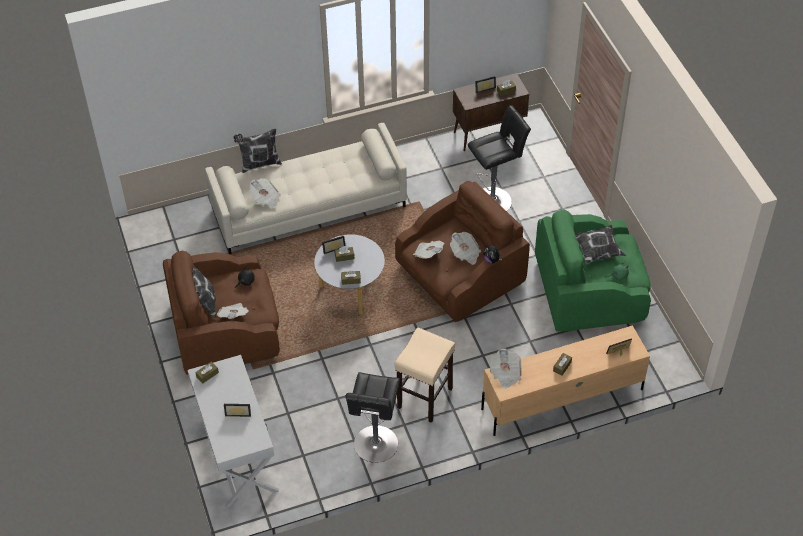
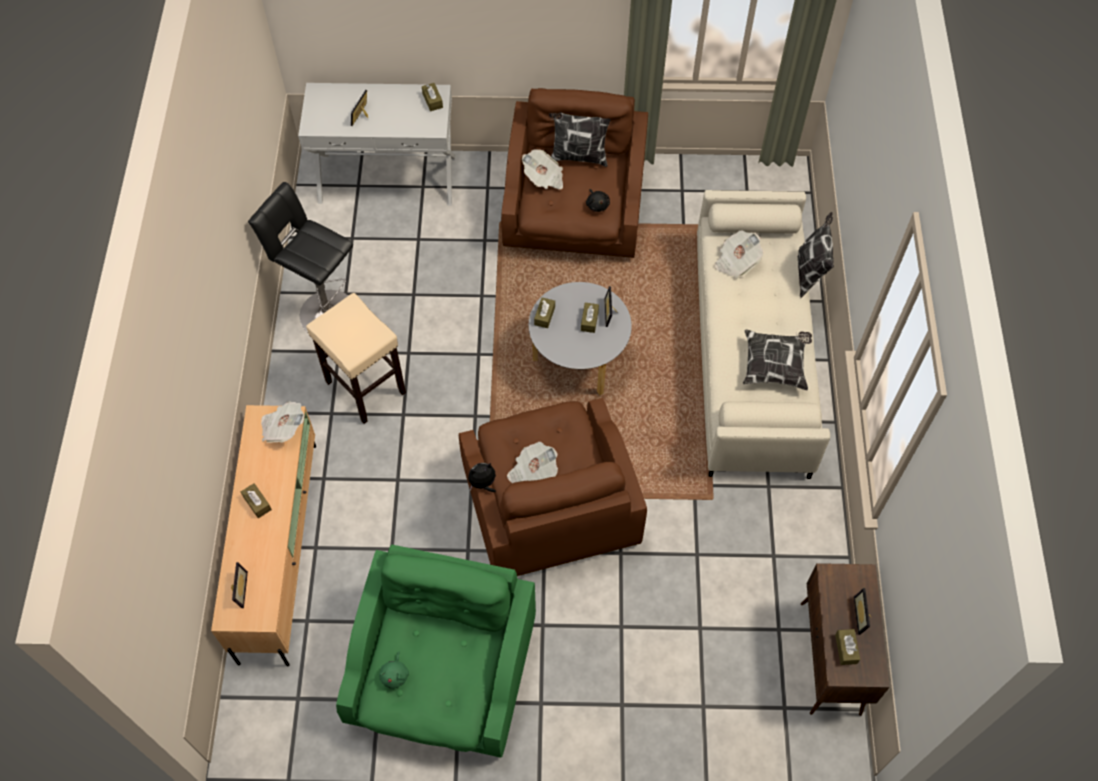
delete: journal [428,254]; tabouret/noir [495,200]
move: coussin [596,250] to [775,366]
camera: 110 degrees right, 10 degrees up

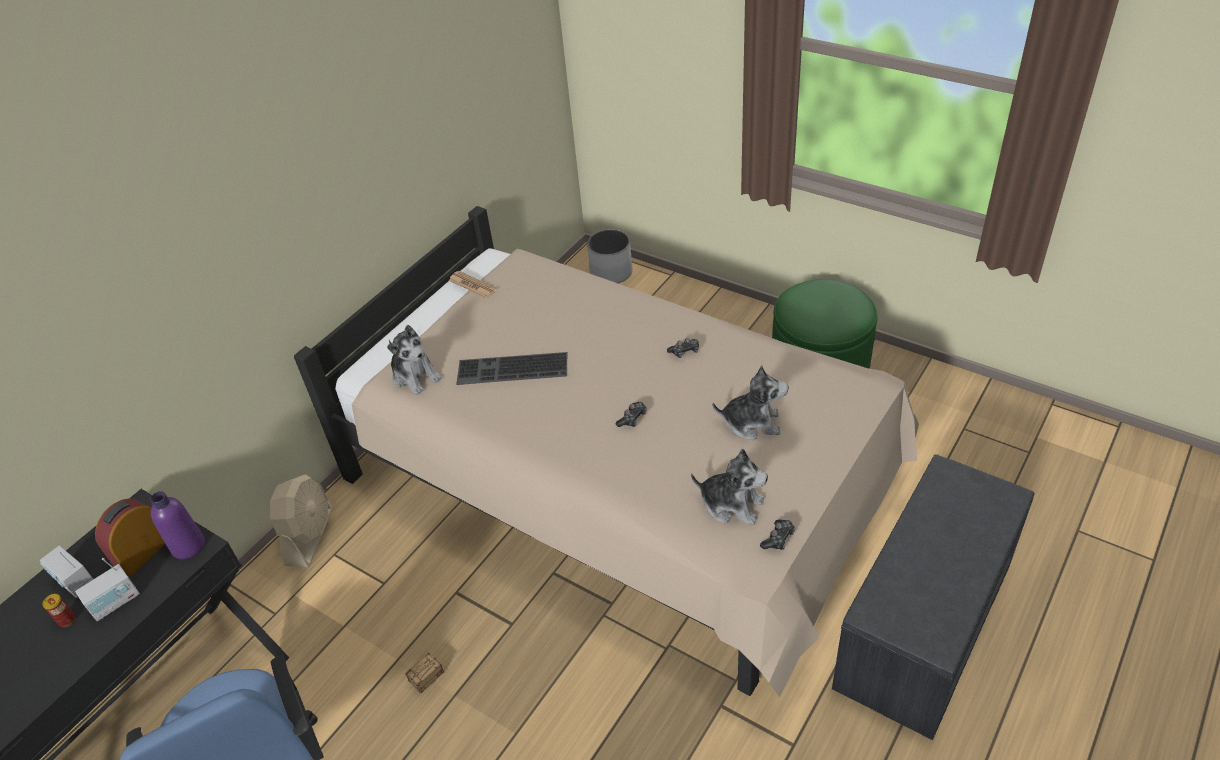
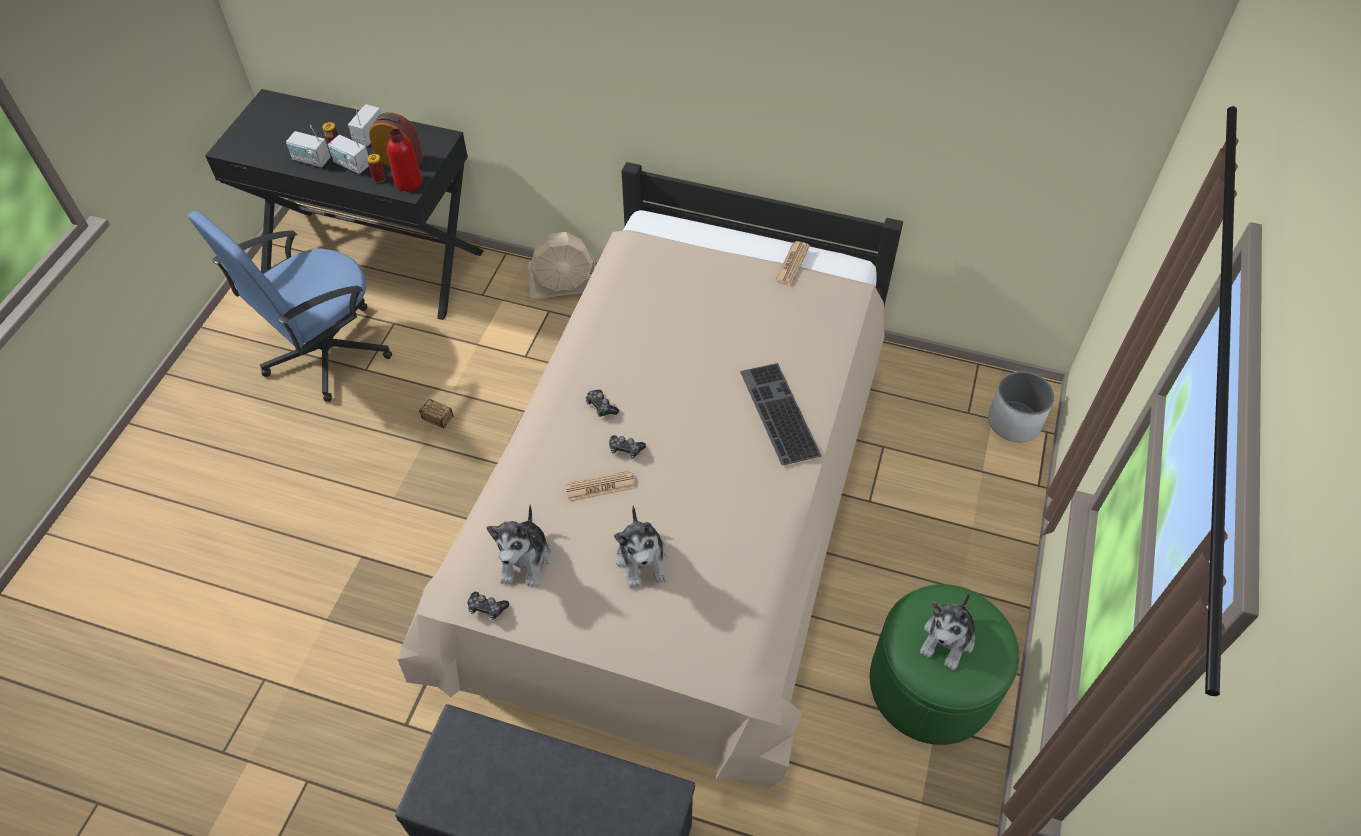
insert: radio [311,160]; boîte métallique [379,178]; journal [600,486]
move: manette [684,351] to [601,406]; clavier [511,370] to [776,412]; peluche [415,376] to [947,639]
recolor: bouteille/violet [188,546] to bouteille/rouge [408,182]
camera: 70 degrees right, 10 degrees up

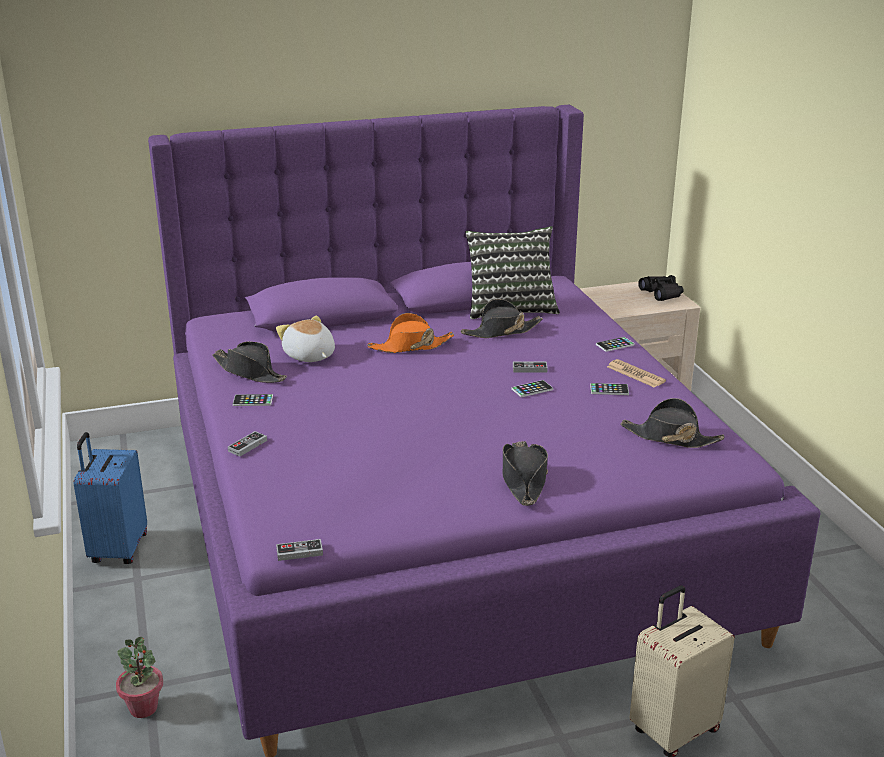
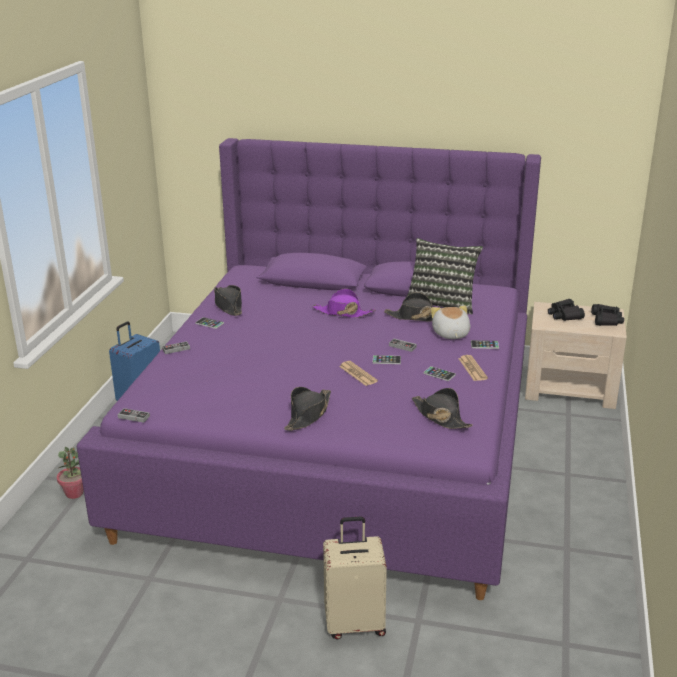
insert: journal [358,374]; jumelles/noir [564,315]
move: peluche [309,356] to [450,334]
recolor: chapeau/orange [410,346] to chapeau/violet [343,313]
camera: 30 degrees right, 0 degrees up

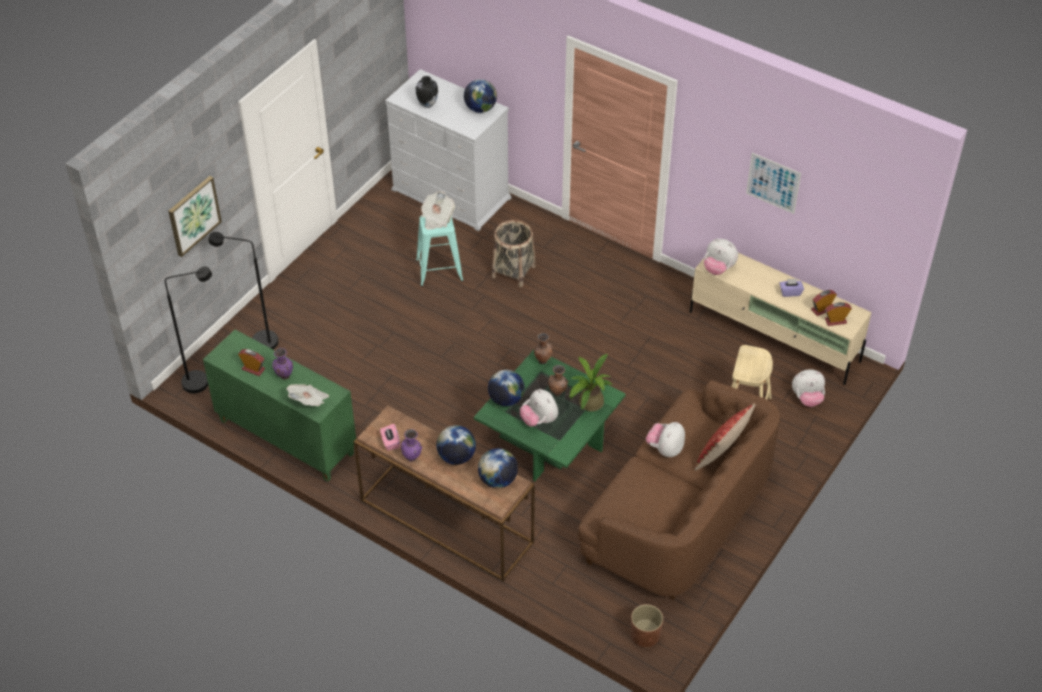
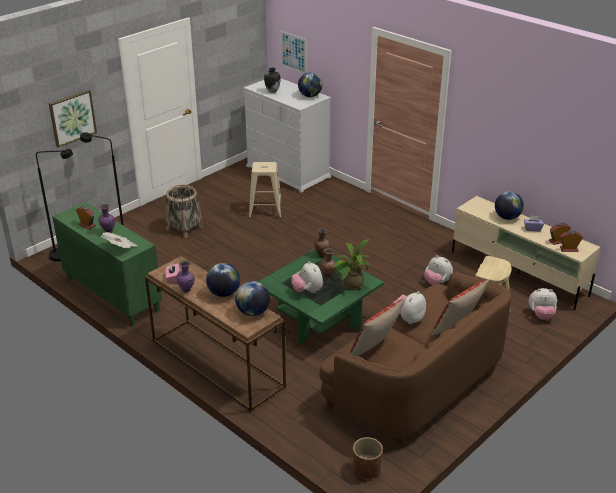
delete: journal [437,218]
insert: coussin [374,350]
move: panier [514,271] to [184,228]; tableau [773,183] to [293,52]; peluche [718,268] to [437,282]; globe [506,399] to [507,217]
recolor: tabouret/turquoise [439,270] to tabouret/beige [265,210]
camera: 10 degrees right, 15 degrees down

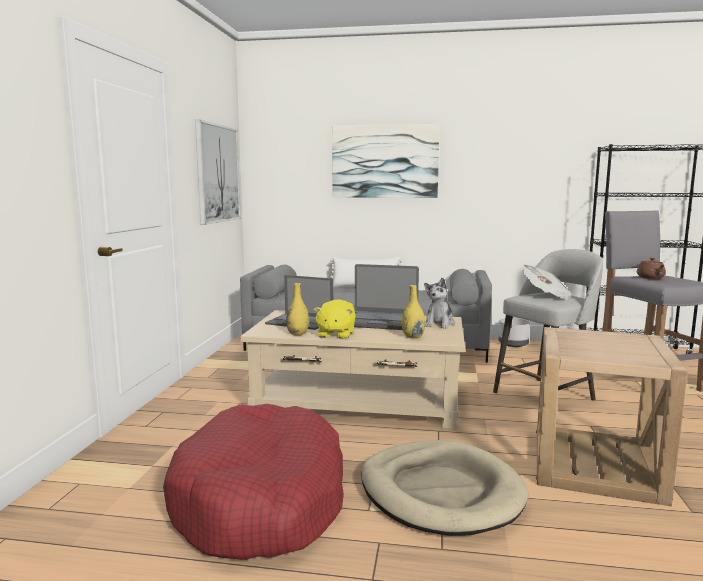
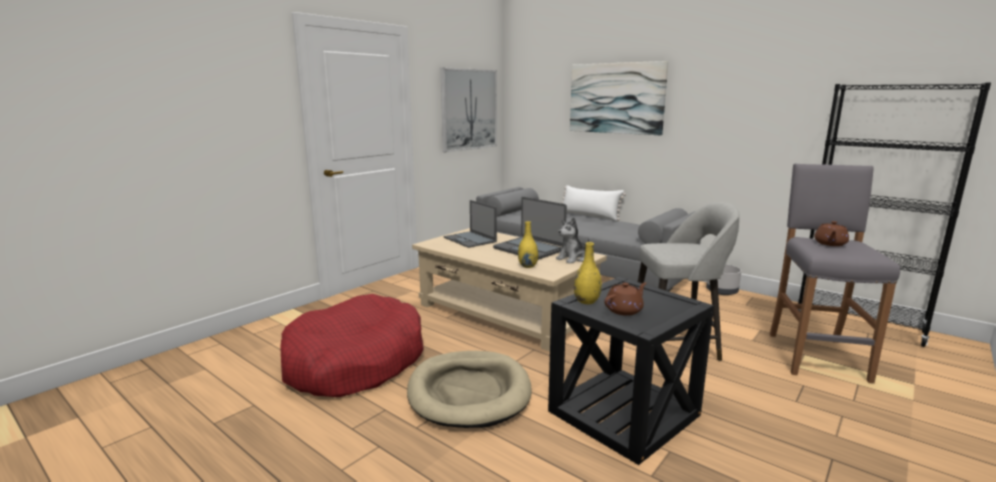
delete: peluche/jaune [335,334]; journal [546,295]
insert: théière/marron [624,310]
move: vase/jaune [297,334] to [586,301]
recolor: table d'appoint/beige [595,465] to table d'appoint/noir [623,413]
camera: 30 degrees right, 5 degrees up

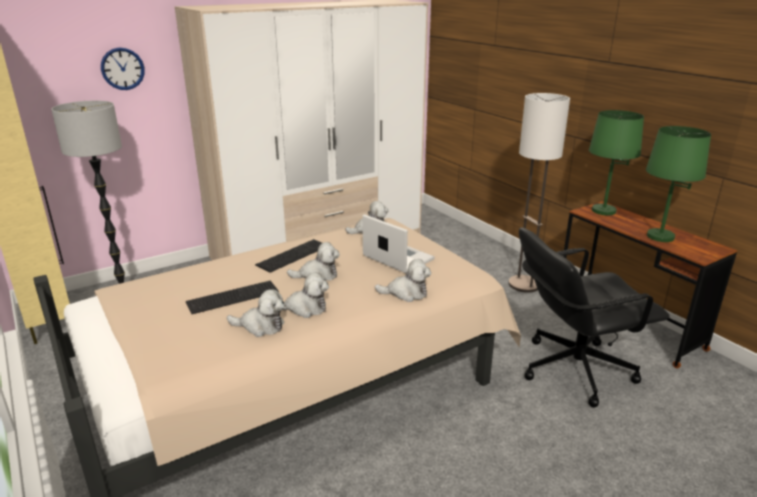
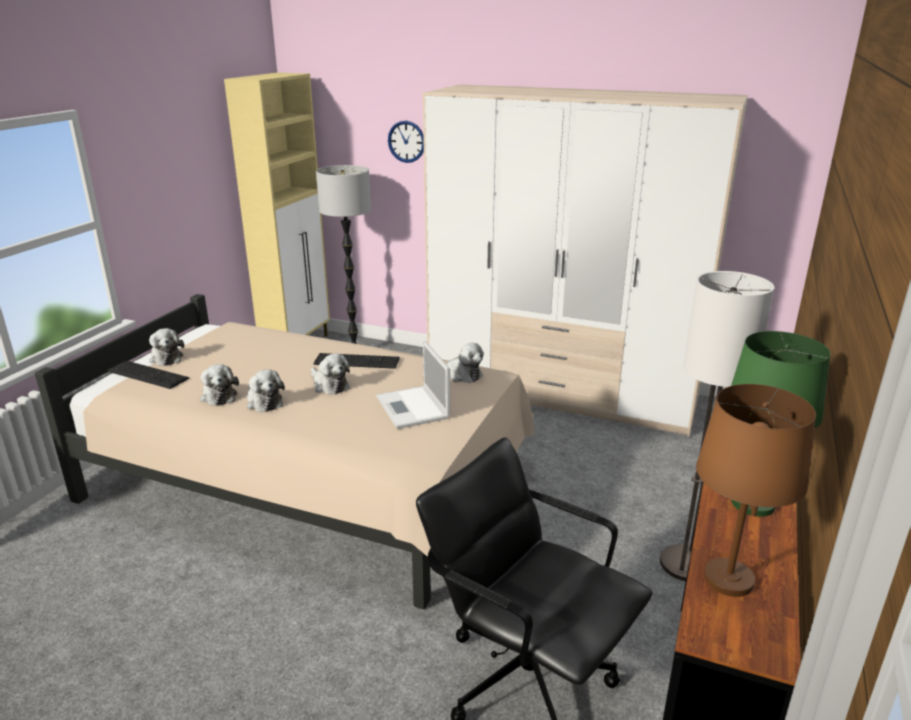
move: clavier [231,296] to [148,374]; peluche [406,293] to [166,358]
recolor: lampe de table/vert [660,237] to lampe de table/marron [727,579]
rotate: ordinateur portable [397,257] = [413,408] 150 degrees clockwise
camera: 55 degrees right, 0 degrees up

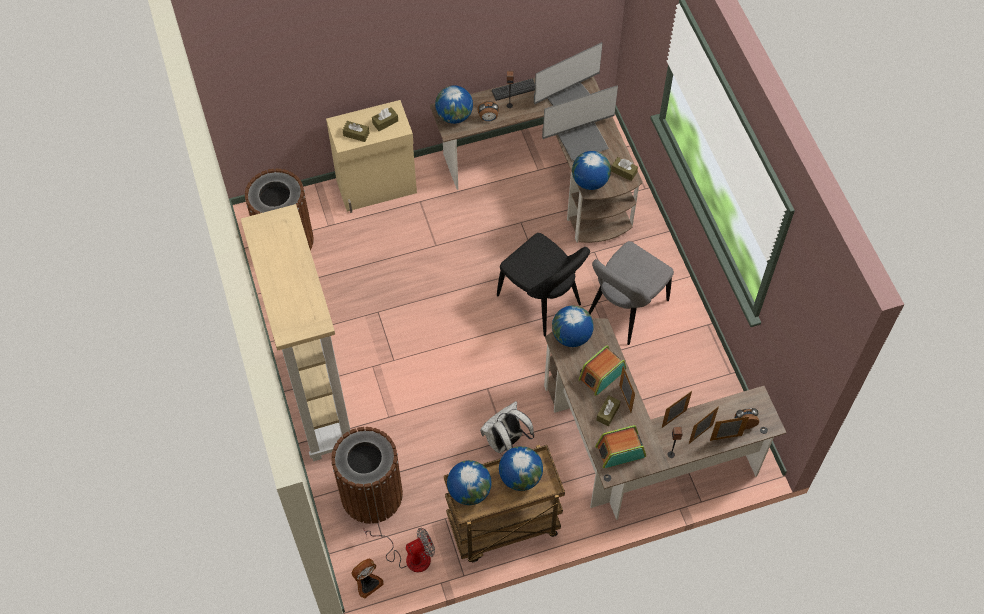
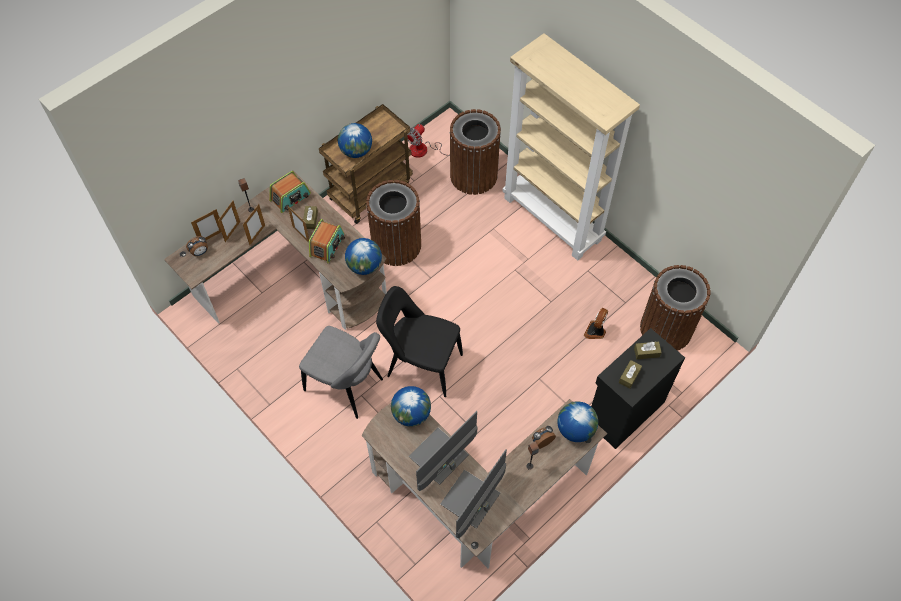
delete: globe [469,491]; clavier [514,90]; boîte à mouchoirs/marron [624,172]
move: ventilateur [367,582] to [595,331]
replace: sac à dos/blanc [505,442] to poubelle/marron [396,245]
recolor: meuble de rangement/beige [377,187] to meuble de rangement/noir [624,411]
rotate: chaise/gris [624,311] = [347,386] 105 degrees clockwise
camera: 155 degrees right, 0 degrees up

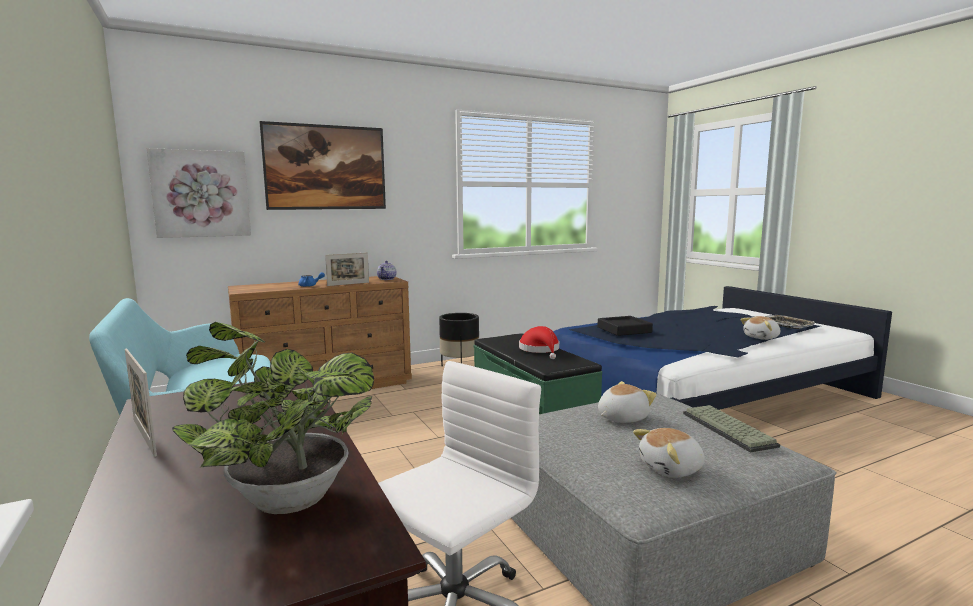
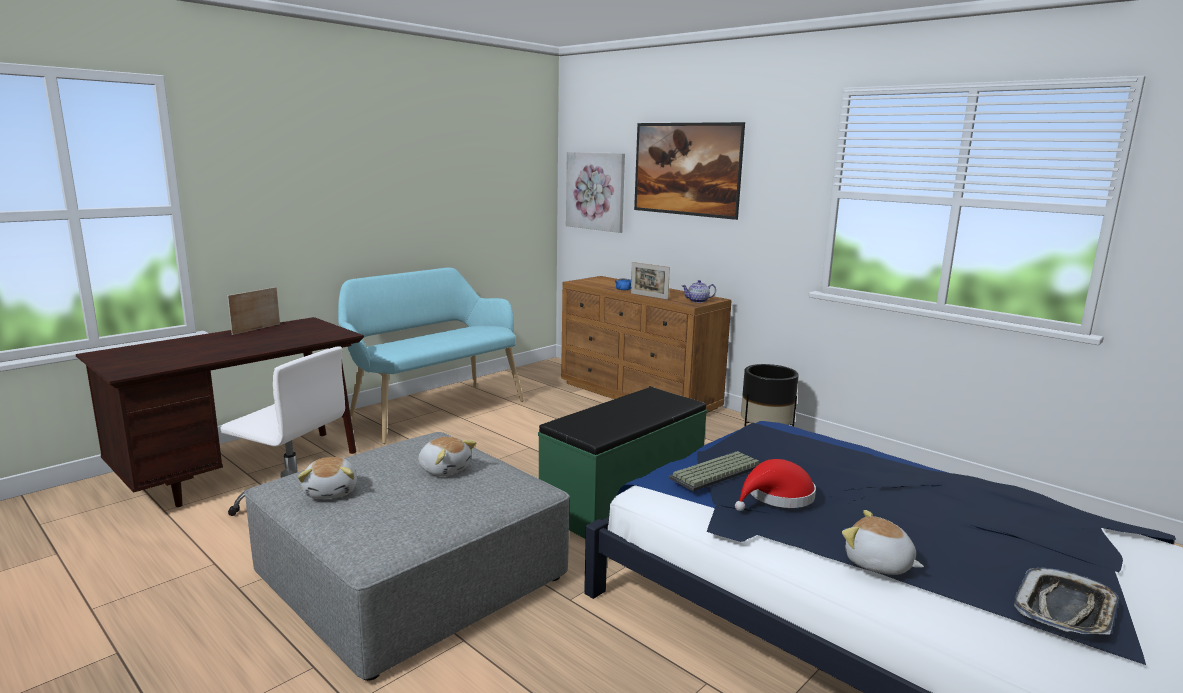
delete: plante en pot [283,498]; plateau/noir [624,330]
move: clavier [730,429] to [716,473]; chapeau/rouge [540,350] to [776,497]
rotate: peluche [672,469] = [332,491] 150 degrees counterclockwise
camera: 70 degrees right, 5 degrees up

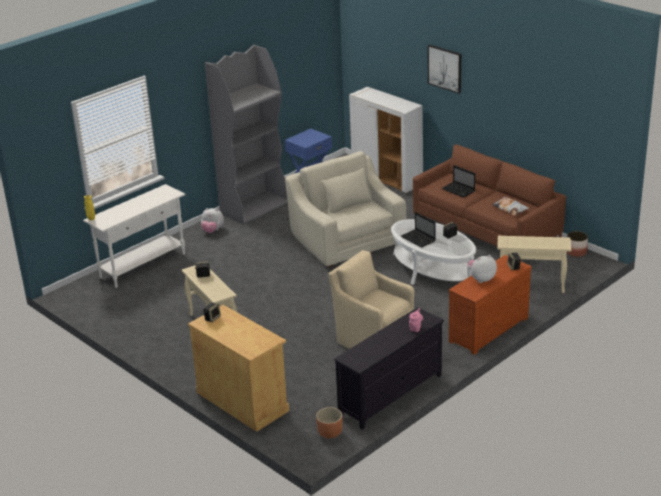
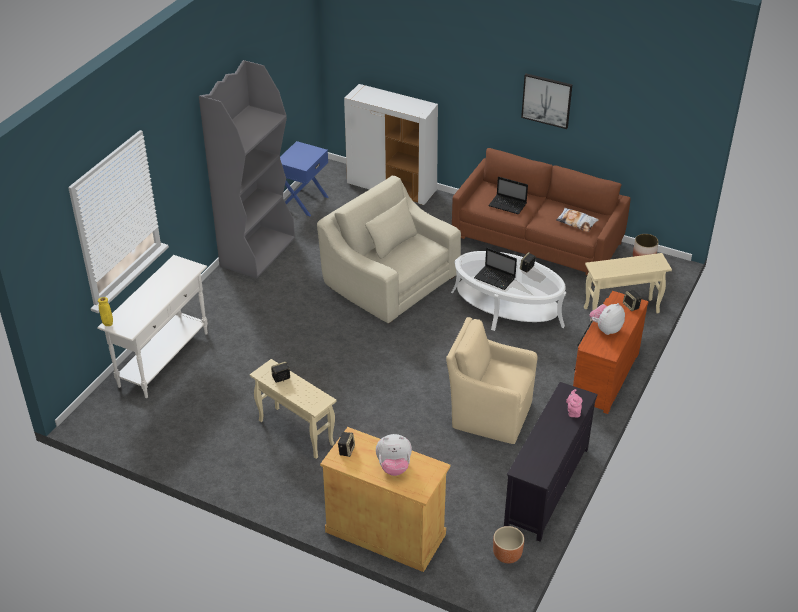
move: peluche [212,230] to [394,467]; tableau [445,68] to [547,100]
camera: 20 degrees left, 10 degrees up

